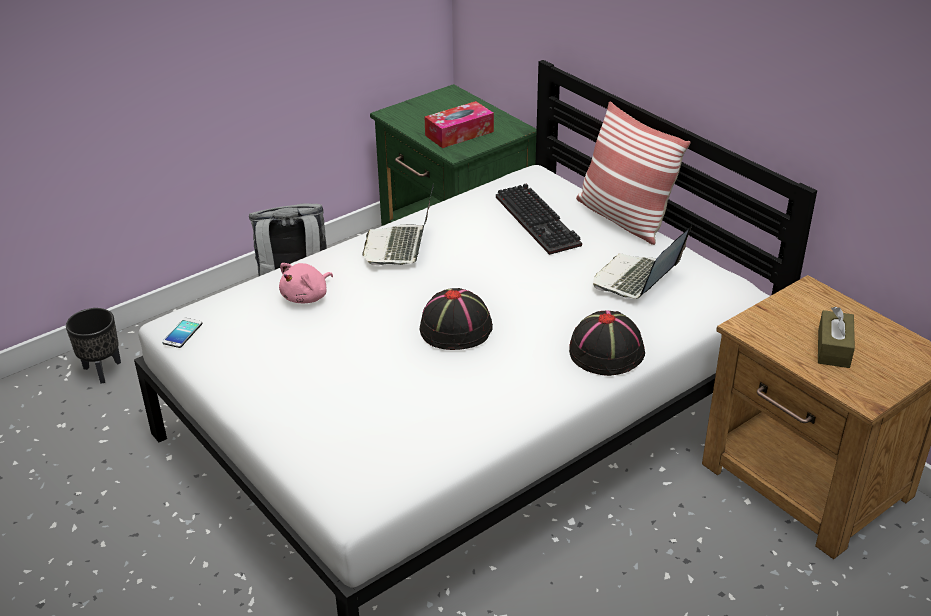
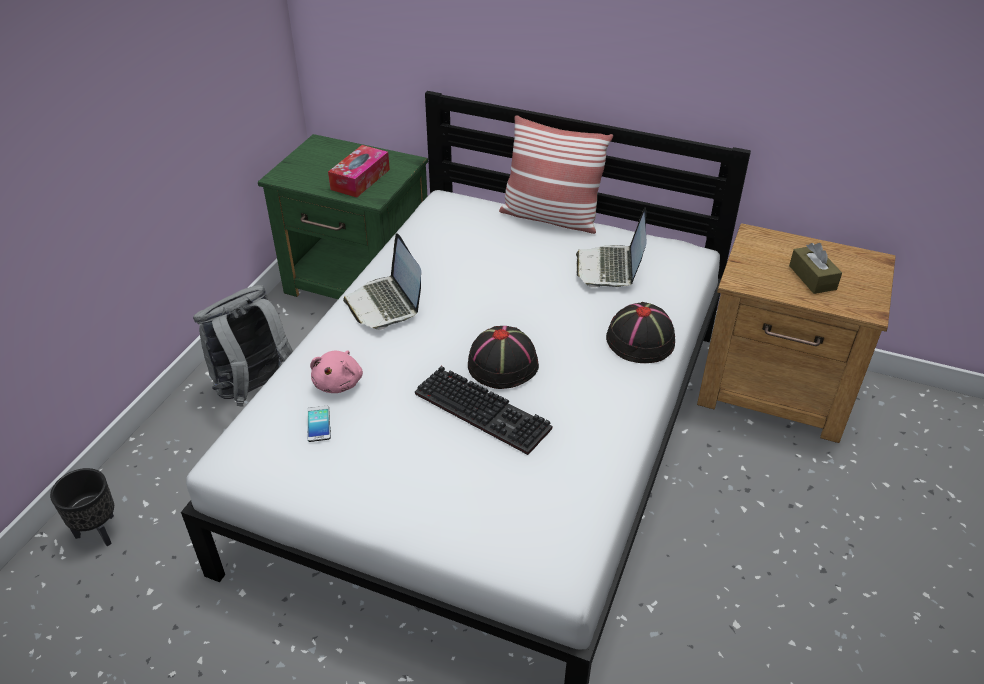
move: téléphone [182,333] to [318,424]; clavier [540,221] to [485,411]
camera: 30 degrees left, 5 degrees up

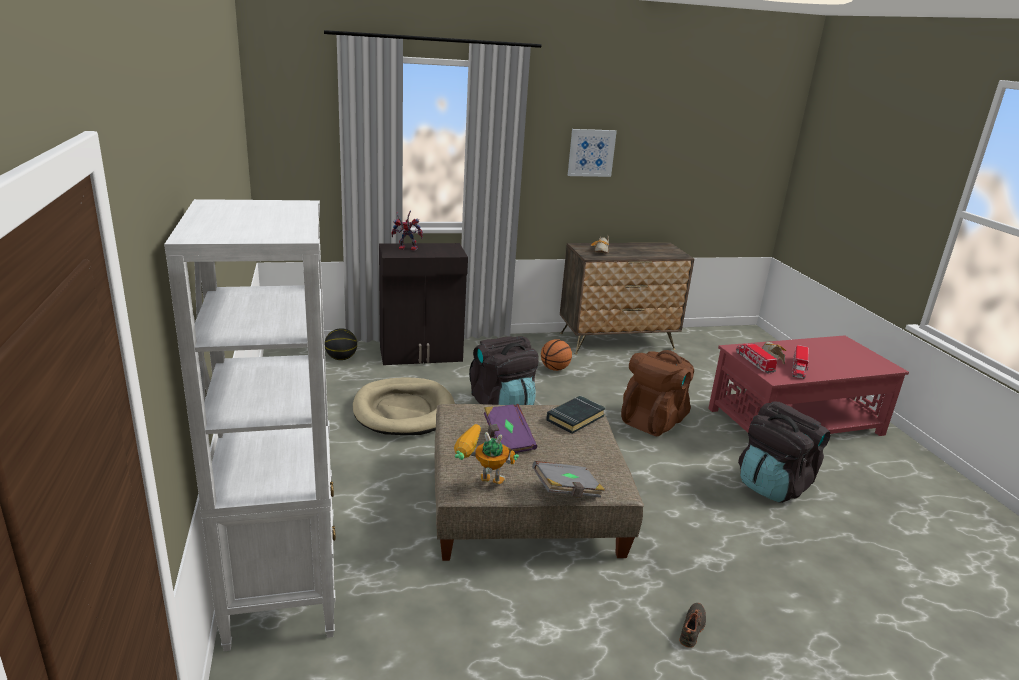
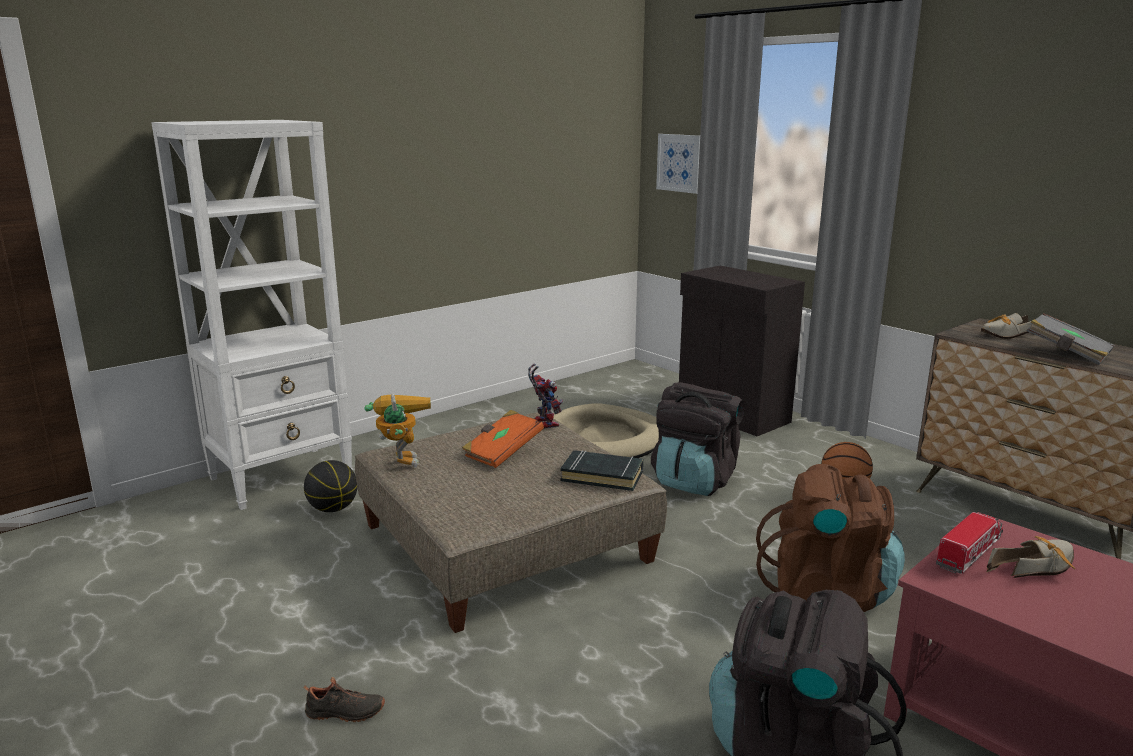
delete: camion jouet [798,368]
move: ballon de basket [341,358] to [333,509]; robot jouet [406,249] to [543,422]; tableau [591,152] to [679,163]; livre/gris [567,491] to [1067,353]
recolor: livre/violet [507,439] to livre/orange [502,452]
camera: 65 degrees right, 5 degrees down

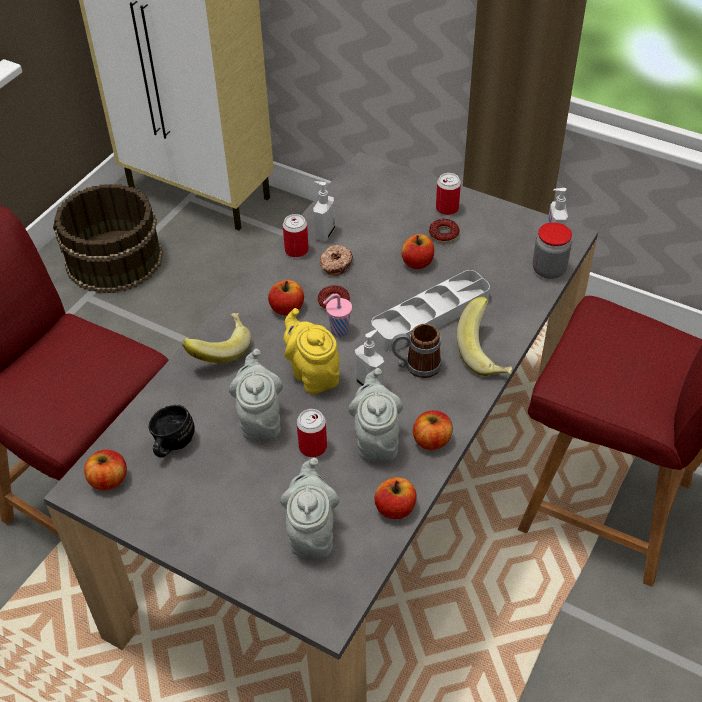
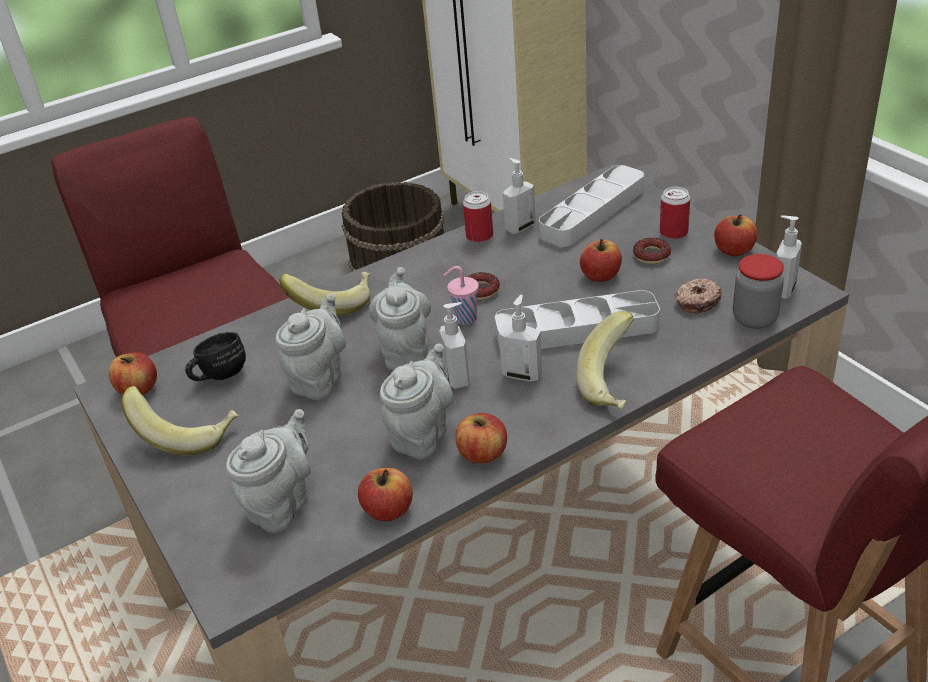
delete: boîte métallique [313,447]
insert: banane [187,434]; plateau/gris [592,212]
move: beignet [335,264] to [697,301]; pomme [287,308] to [734,250]
replace: mug [416,366] to distributeur de savon [522,374]
recolor: théière/jaune [313,374] to théière/gris [406,352]
camera: 30 degrees right, 10 degrees down

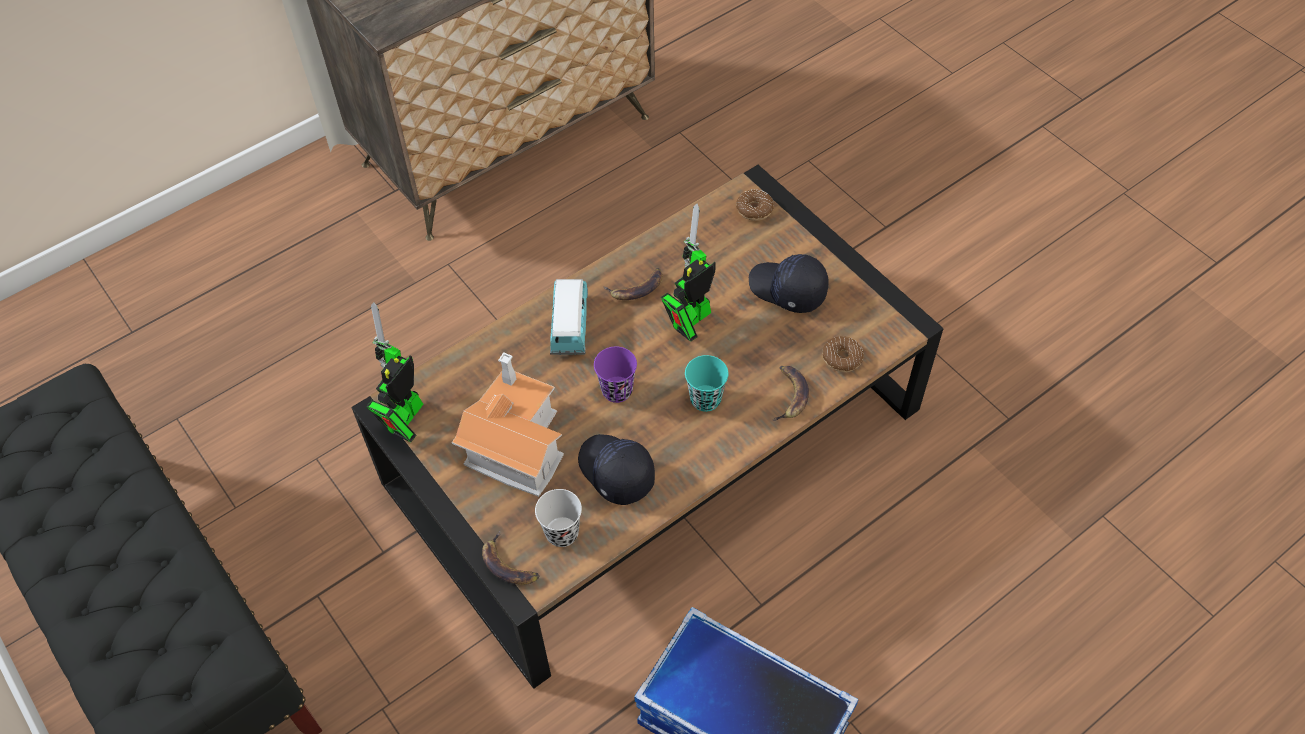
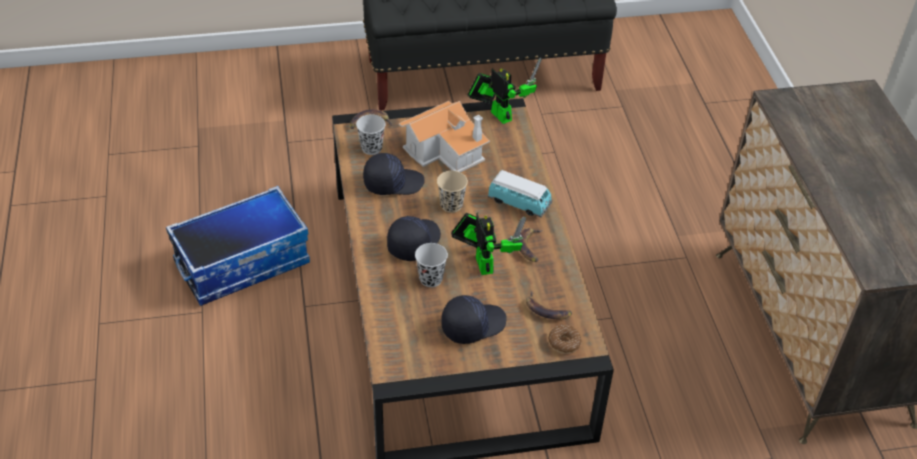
delete: beignet [842,358]
insert: tasse/noir [431,279]
move: banane [789,395] to [546,310]
replace: tasse/turquoise [705,399] to casquette/noir [413,242]
recolor: tasse/violet [617,390] to tasse/beige [451,205]
camera: 115 degrees right, 10 degrees down

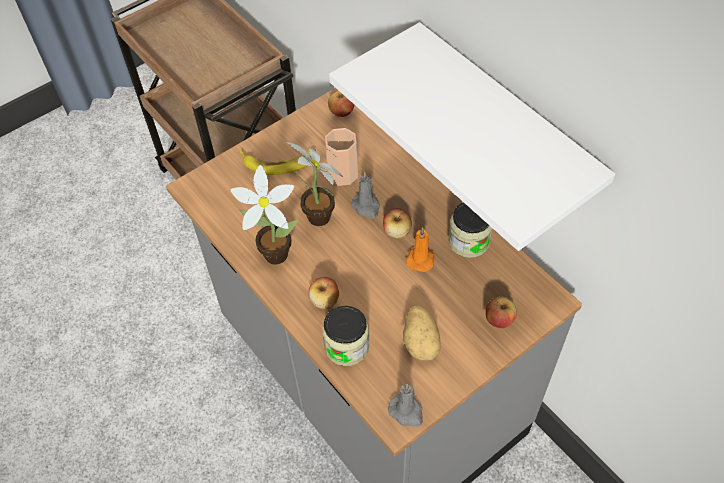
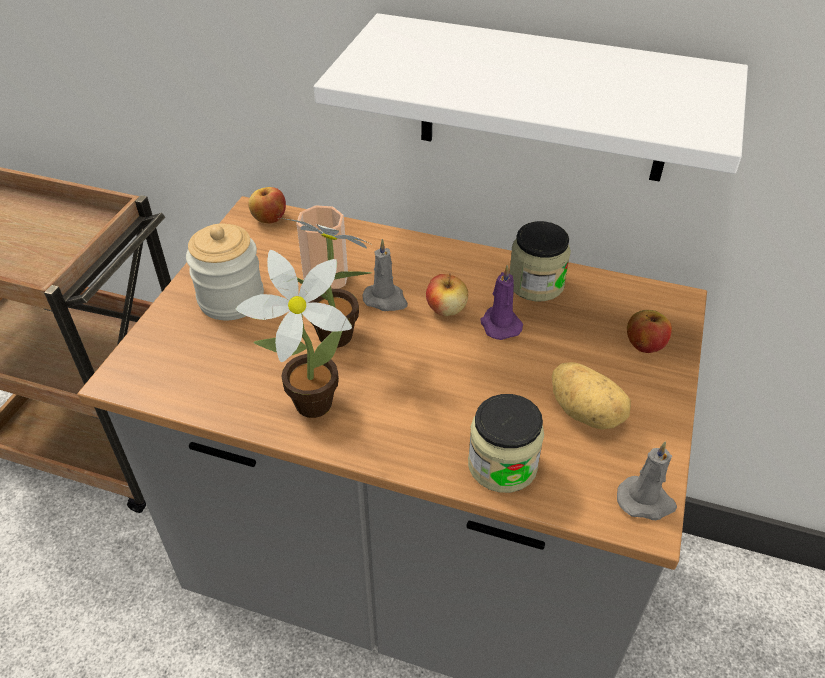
delete: pomme [324,300]
replace: banane [279,163] to bocal [231,299]
recolor: bougie/orange [420,258] to bougie/violet [499,324]
camera: 35 degrees left, 10 degrees down

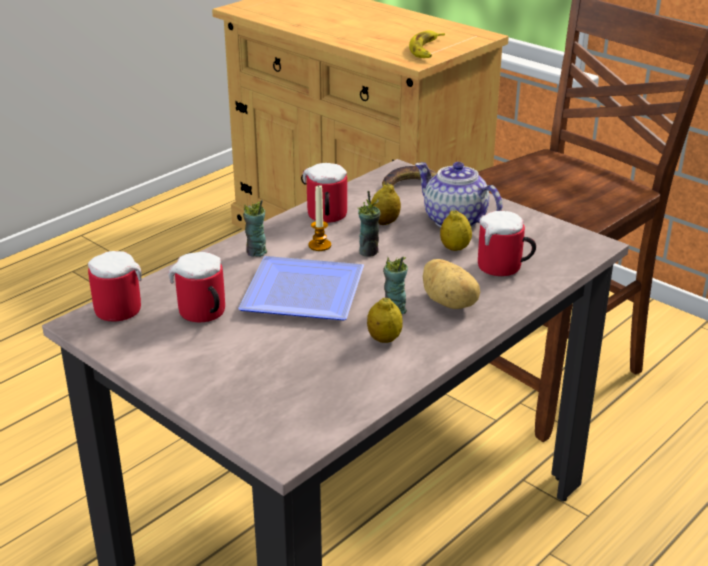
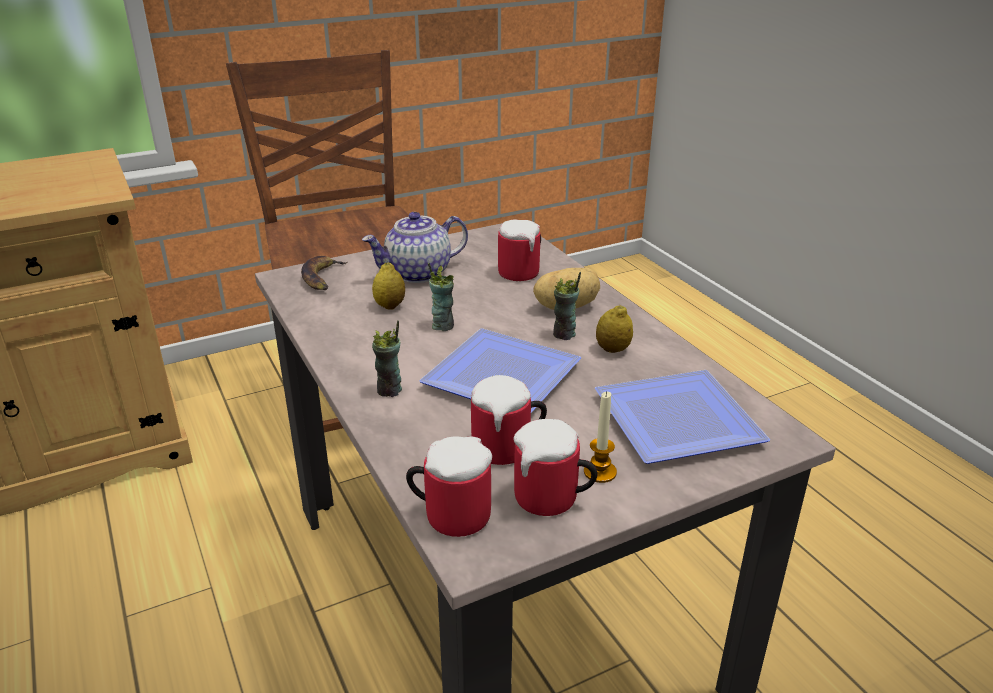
delete: banane [426,50]; citron [455,248]
insert: assiette [671,419]
move: mug [325,217] to [553,501]; bougie [319,245] to [600,472]
camera: 70 degrees left, 0 degrees up

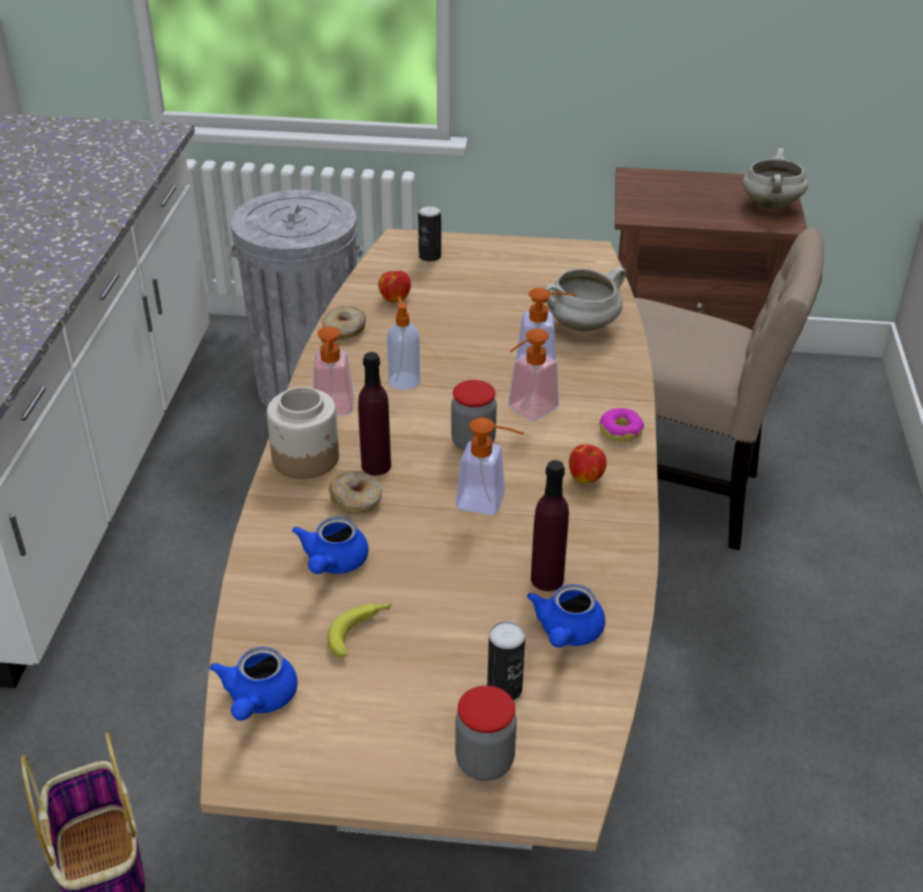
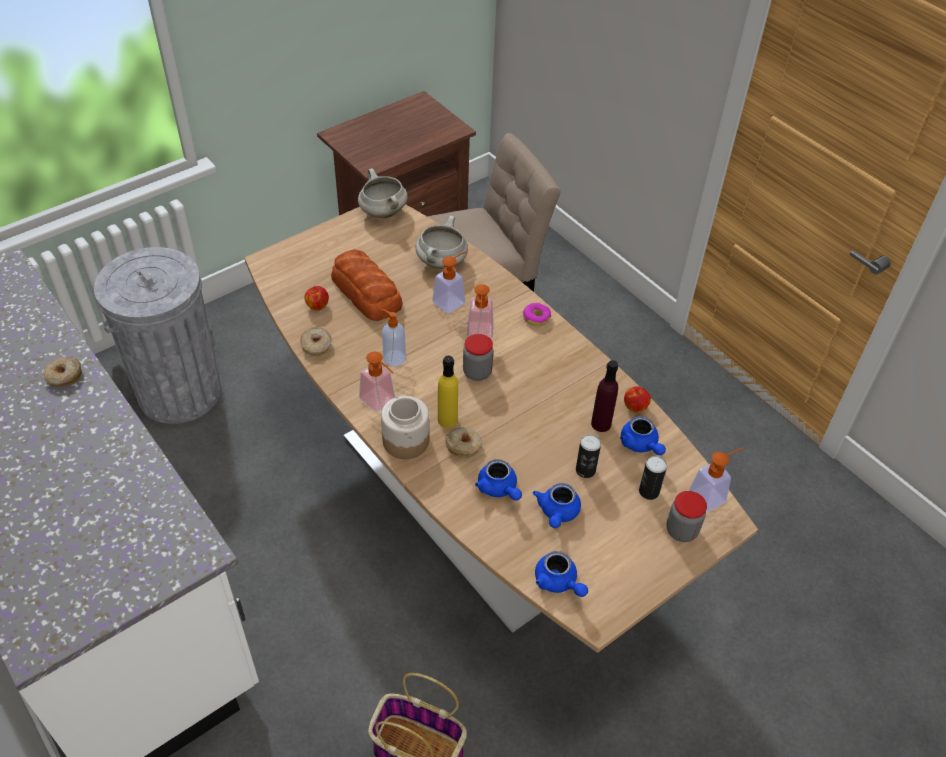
insert: beignet [64,376]; pain [367,293]
move: marmite/blanc [770,204] to [382,212]; boîte métallique [429,256] to [585,470]; pomme [586,478] to [635,407]; distributeur de savon [489,502] to [711,495]
replace: banane [361,631] to théière/bleu [557,513]
recolor: bouteille/violet [376,465] to bouteille/jaune [447,419]
camera: 45 degrees left, 10 degrees up

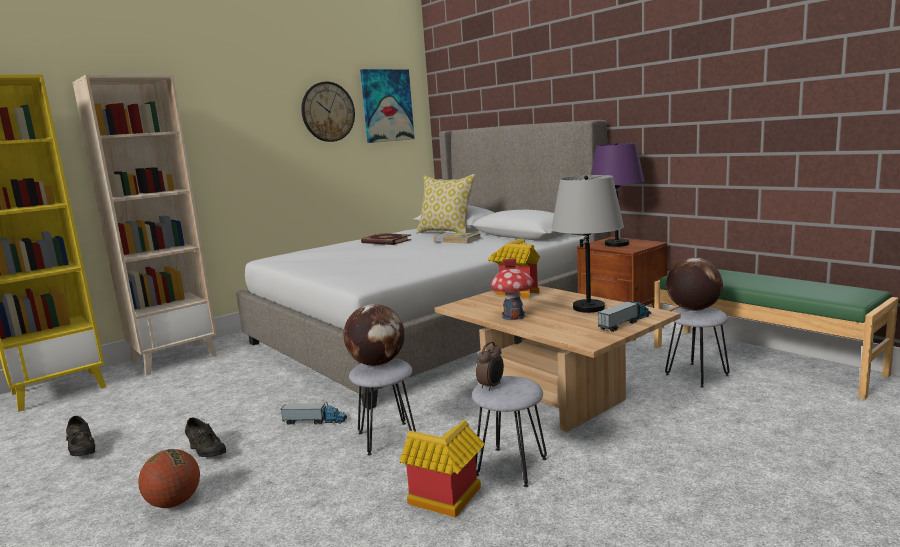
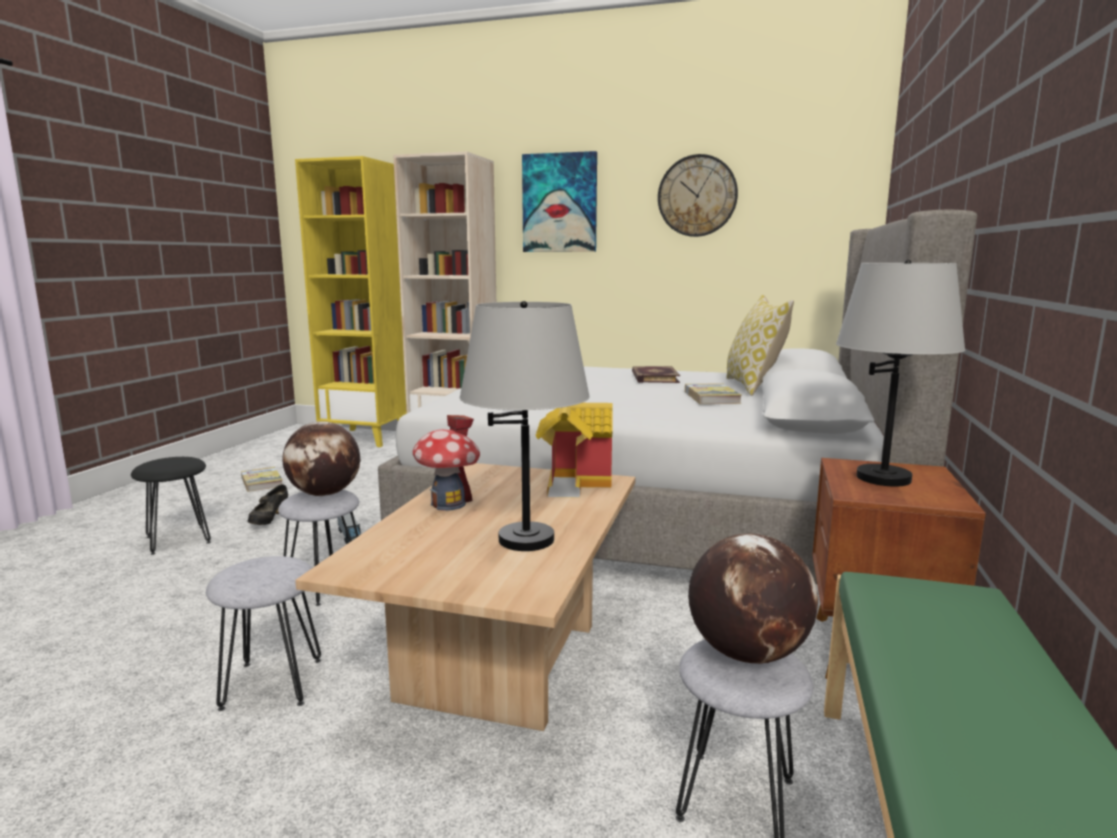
delete: maison miniature [445,501]; réveil [491,386]; camion jouet [625,323]
move: tableau [387,105] to [559,203]
replace: ballon de basket [174,503] to tabouret/noir [177,540]; chaussure/noir [82,451] to livre [262,482]
recolor: lampe de table/violet [616,244] to lampe de table/gris [883,478]
camera: 55 degrees right, 0 degrees up

